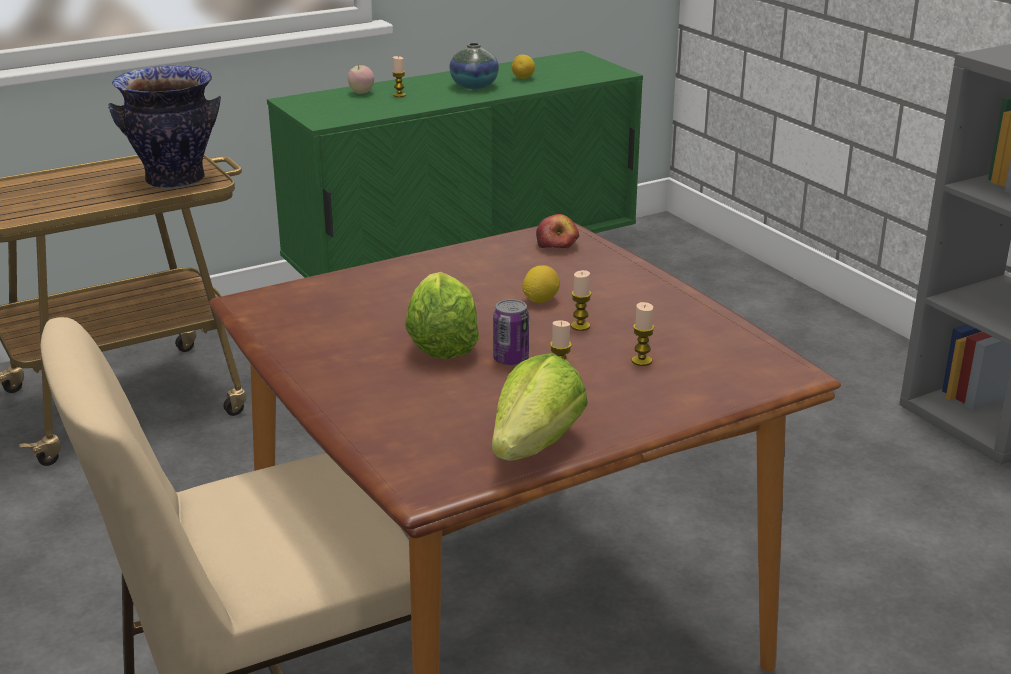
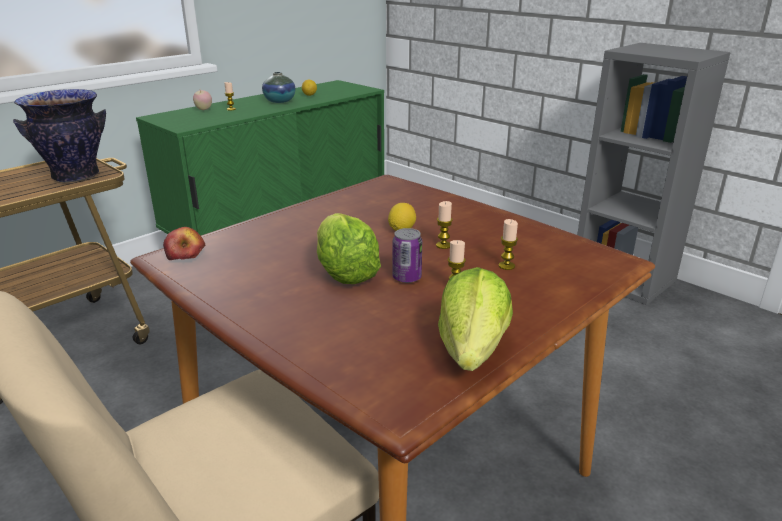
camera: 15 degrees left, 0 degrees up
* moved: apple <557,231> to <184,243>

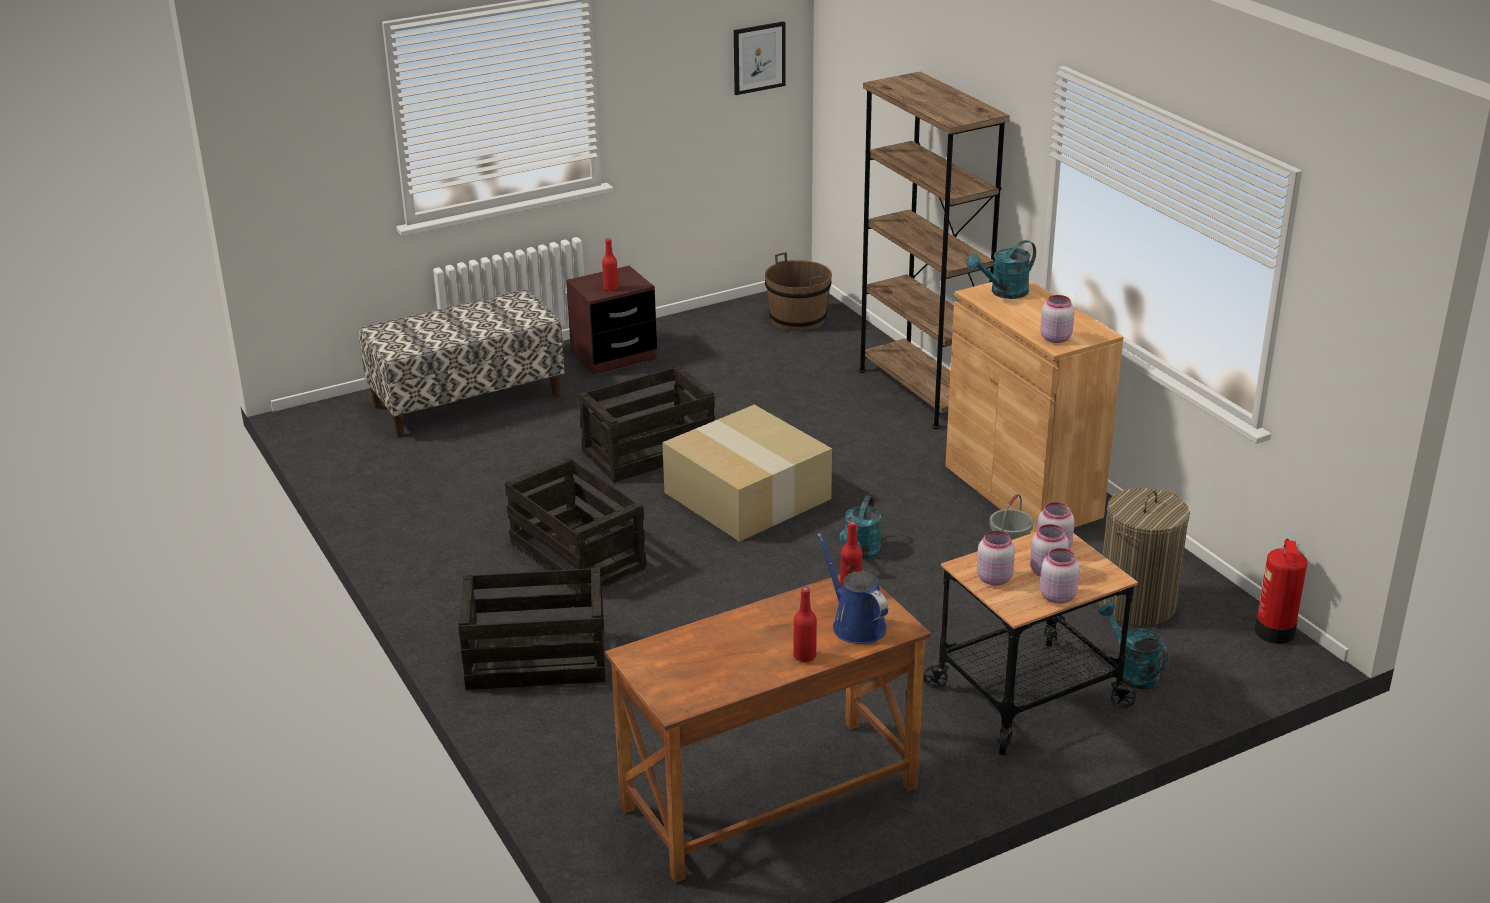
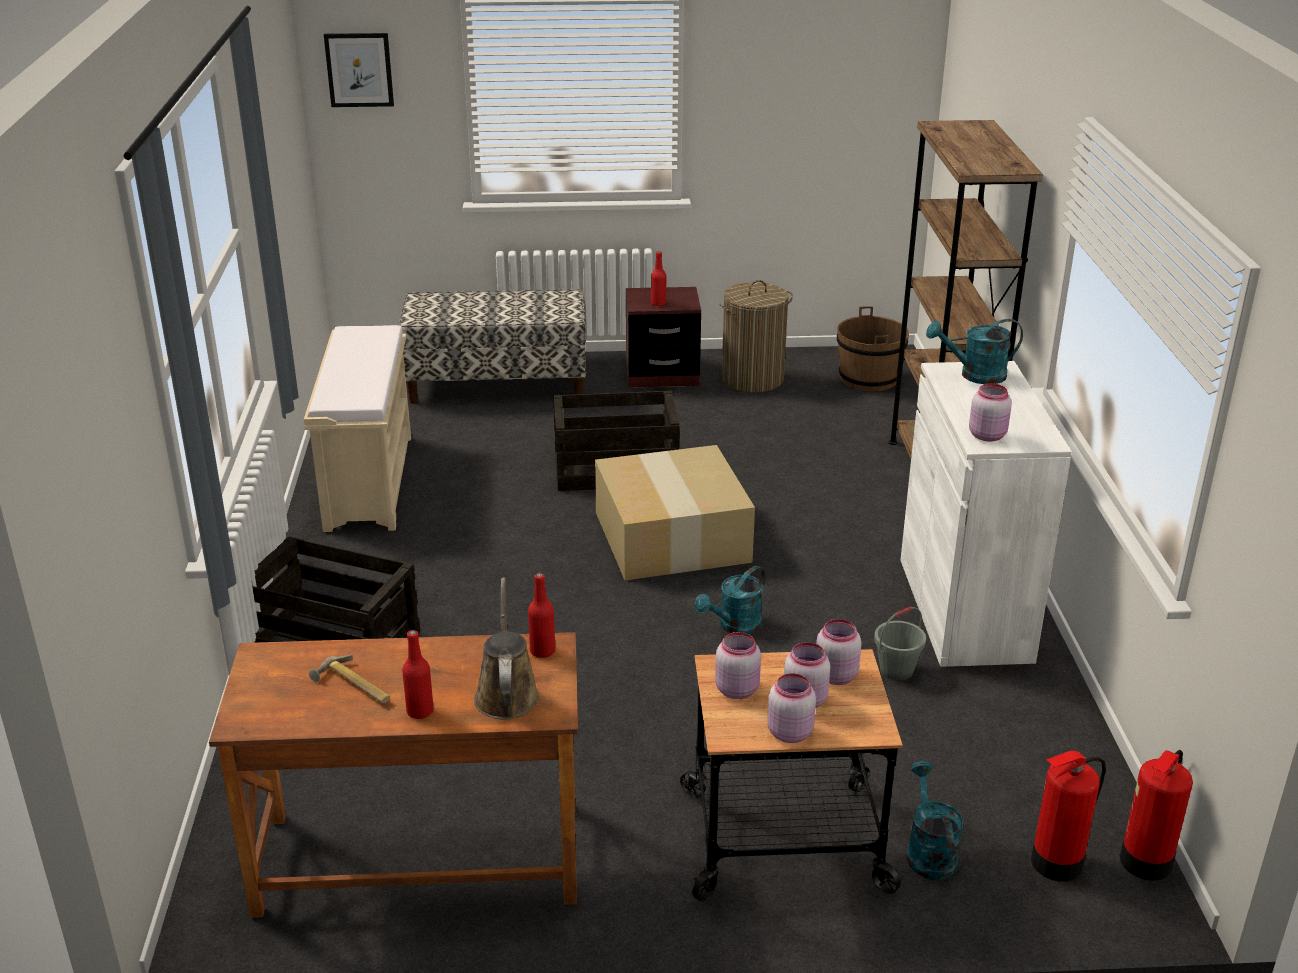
camera: 25 degrees right, 0 degrees up
* removed: crate <575,524>
* moved: picture <759,58> to <359,70>
* recoloured: watering can (blue) <852,588> to watering can (brown) <507,648>
* recoloured: cabinet (brown) <1034,406> to cabinet (white) <986,514>
* moved: laundry basket <1144,557> to <756,336>
* added: bench (beige) <357,428>
* added: hammer <349,679>
* added: fire extinguisher <1068,816>

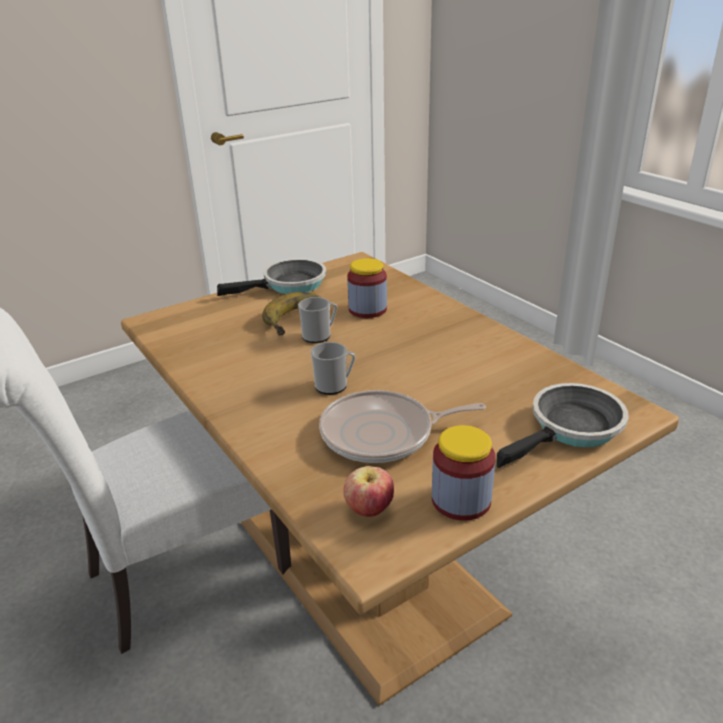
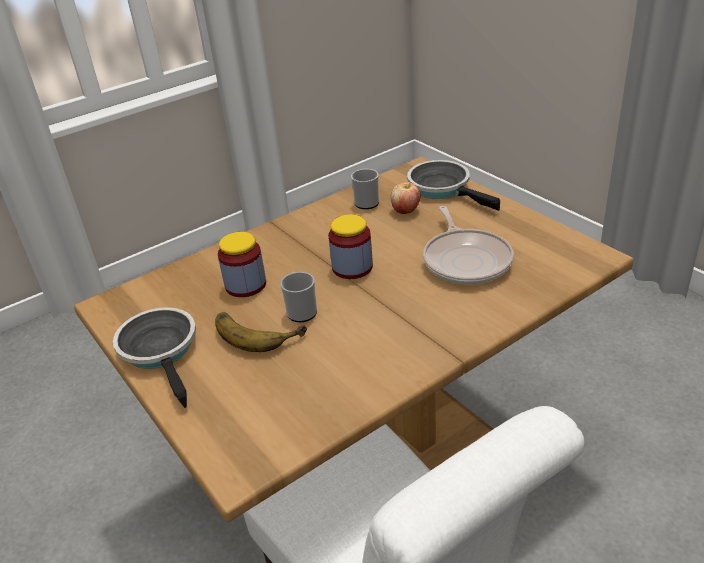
camera: 90 degrees left, 5 degrees up
* moved: mug <333,368> to <365,189>
* moved: apple <368,491> to <405,197>
* moved: jar <464,473> to <350,246>

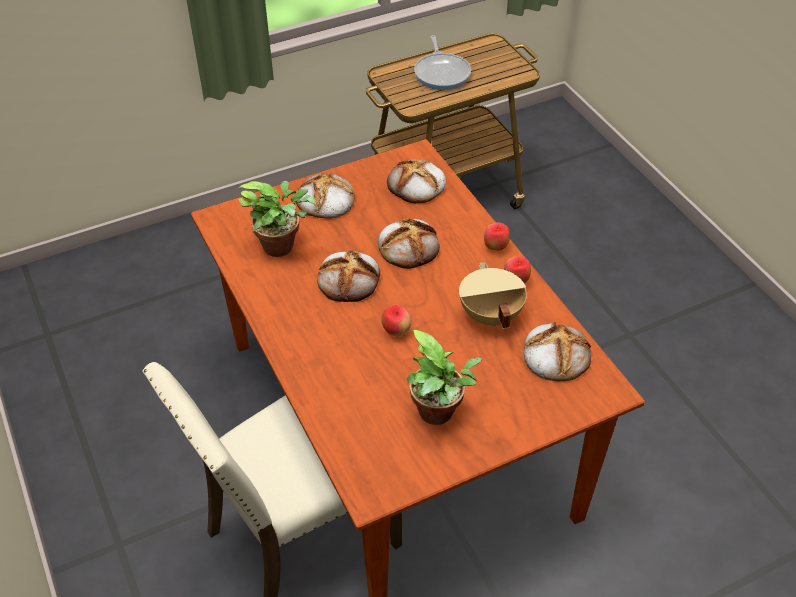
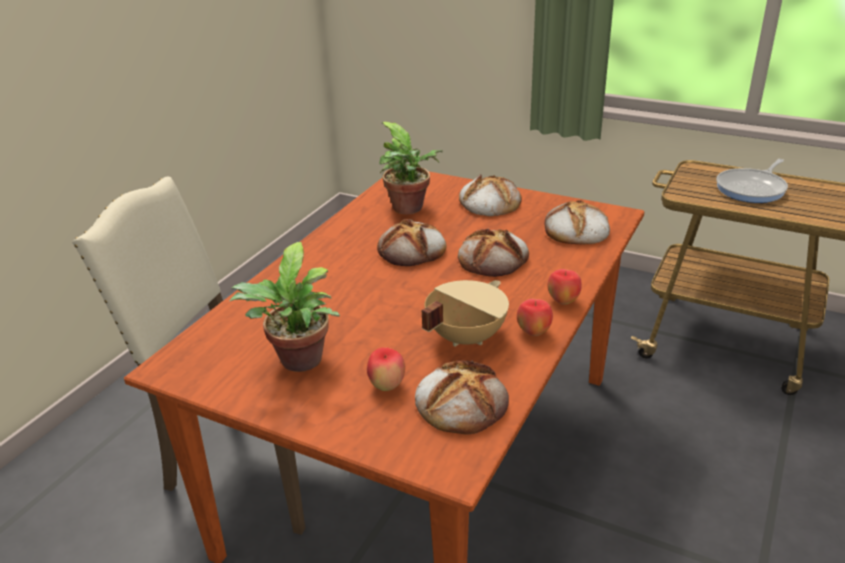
camera: 55 degrees right, 15 degrees down
* moved: apple <396,320> to <386,369>

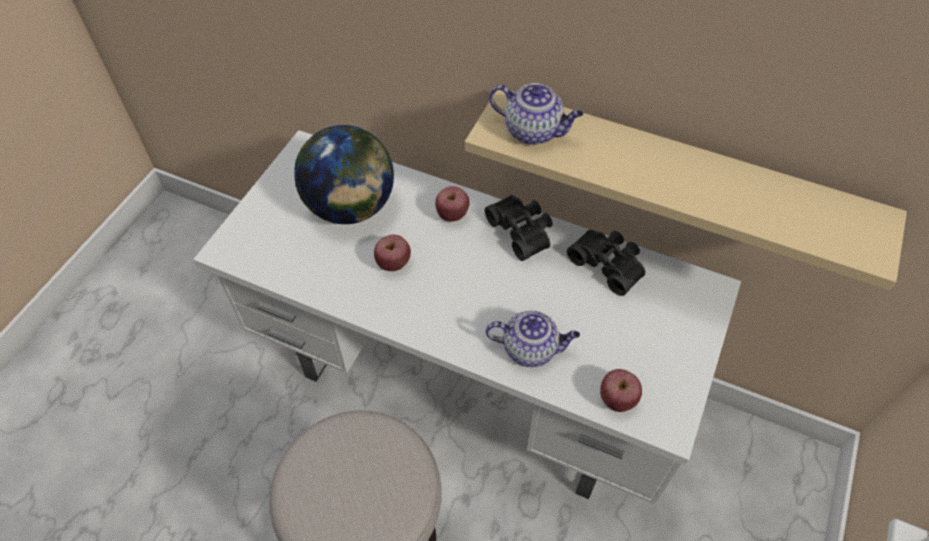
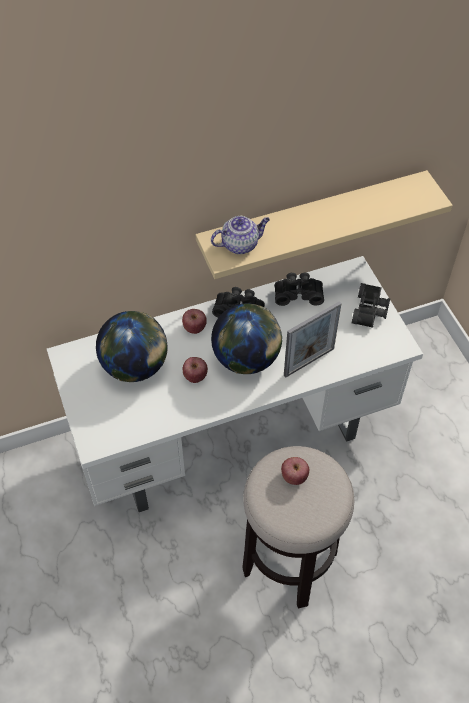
camera: 45 degrees left, 0 degrees up
* replaced: teapot <532,339> to picture frame <313,339>
* moved: apple <621,390> to <295,471>
* added: globe <246,338>
* added: binoculars (black) <371,305>

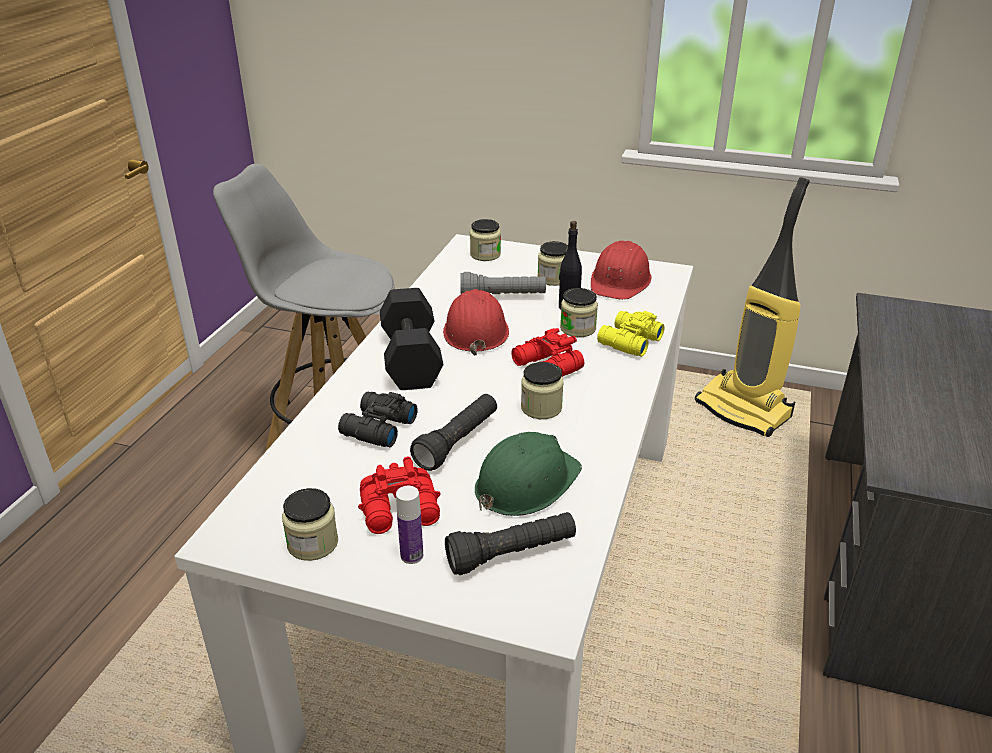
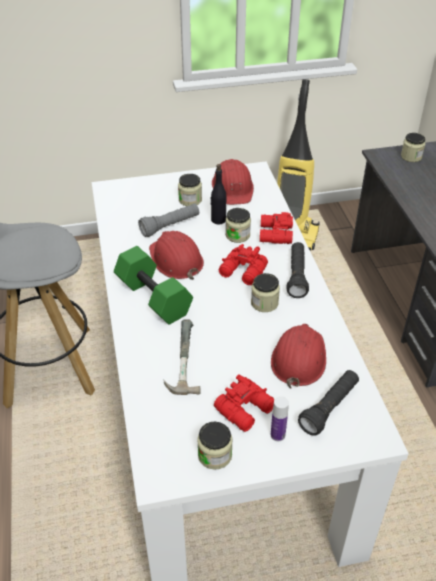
camera: 30 degrees left, 10 degrees up
* replaced: binoculars (black) <378,419> to hammer <182,357>
* recoloured: dumbbell (black) <411,339> to dumbbell (green) <153,285>
* moved: flashlight (black) <453,432> to <298,270>
* moved: jar <485,240> to <413,147>
* recoloured: hard hat (green) <528,474> to hard hat (red) <298,356>
* recoloured: binoculars (yellow) <631,334> to binoculars (red) <276,228>

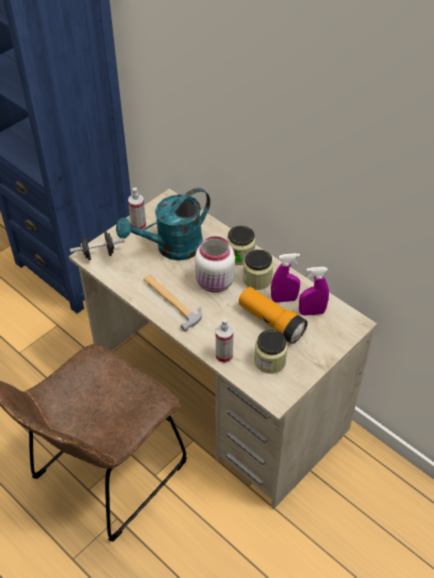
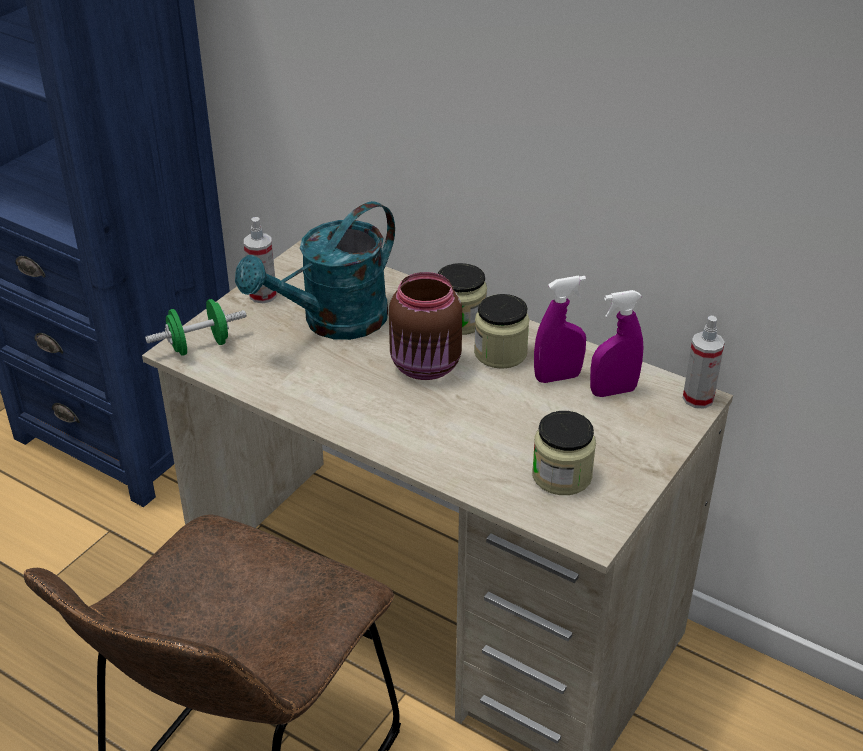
camera: 10 degrees left, 10 degrees down
* recoloured: dumbbell (black) <97,245> to dumbbell (green) <196,327>
* removed: hammer <173,303>
* recoloured: jar (white) <215,264> to jar (brown) <425,326>
* moved: spray bottle <224,340> to <704,362>
* removed: flashlight <273,315>

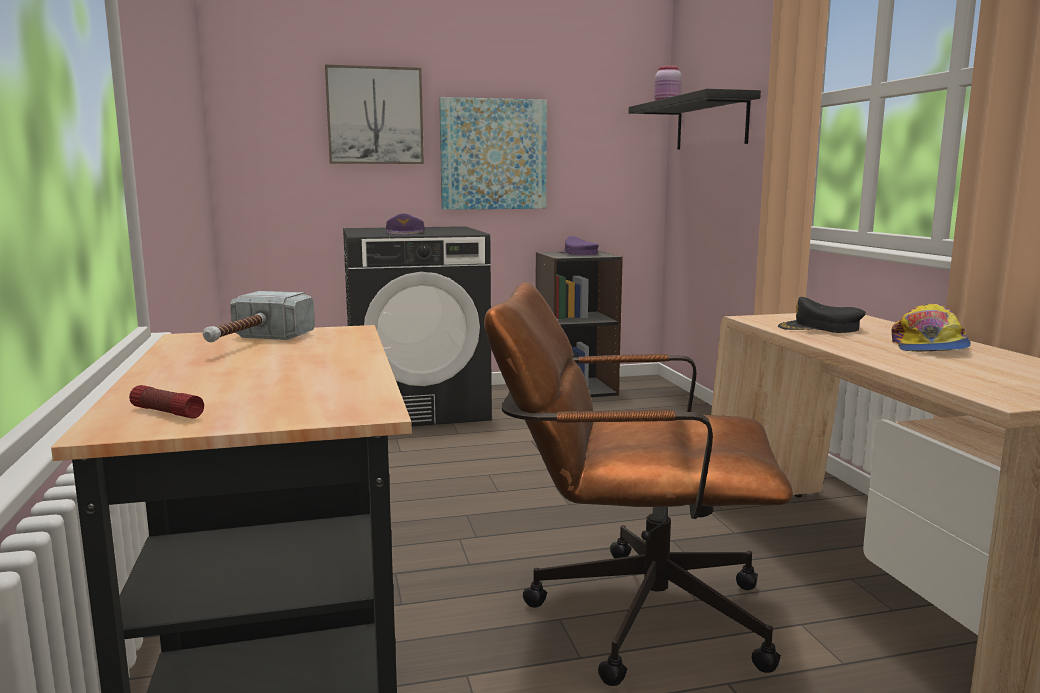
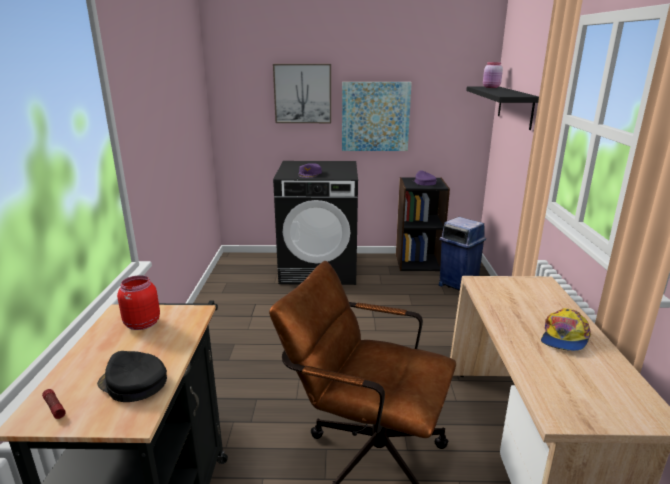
camera: 15 degrees right, 10 degrees up
* replaced: hammer <259,316> to jar (red) <138,302>
* moved: cap (black) <822,315> to <132,376>
* added: trash can (blue) <462,254>

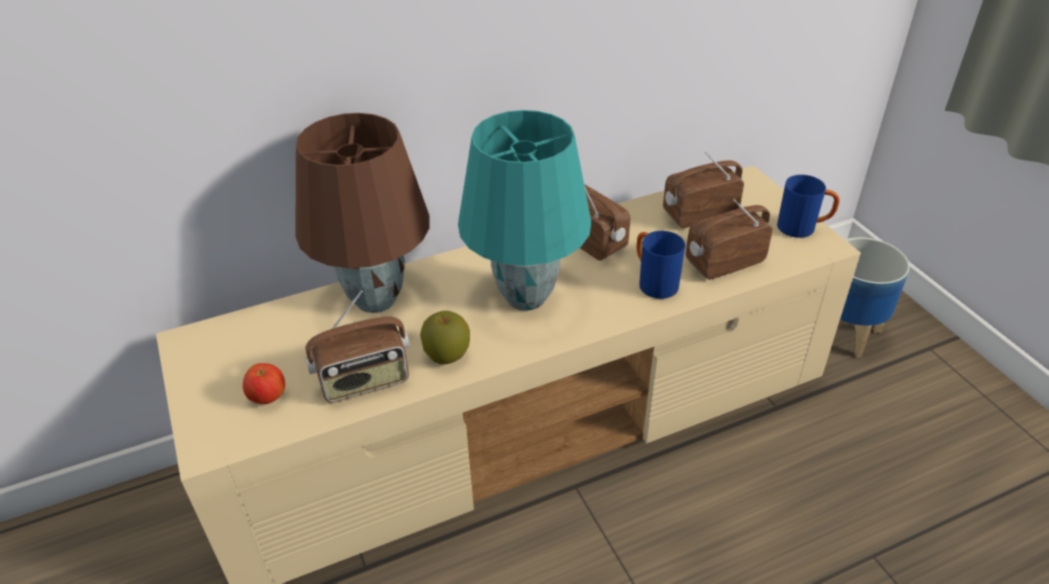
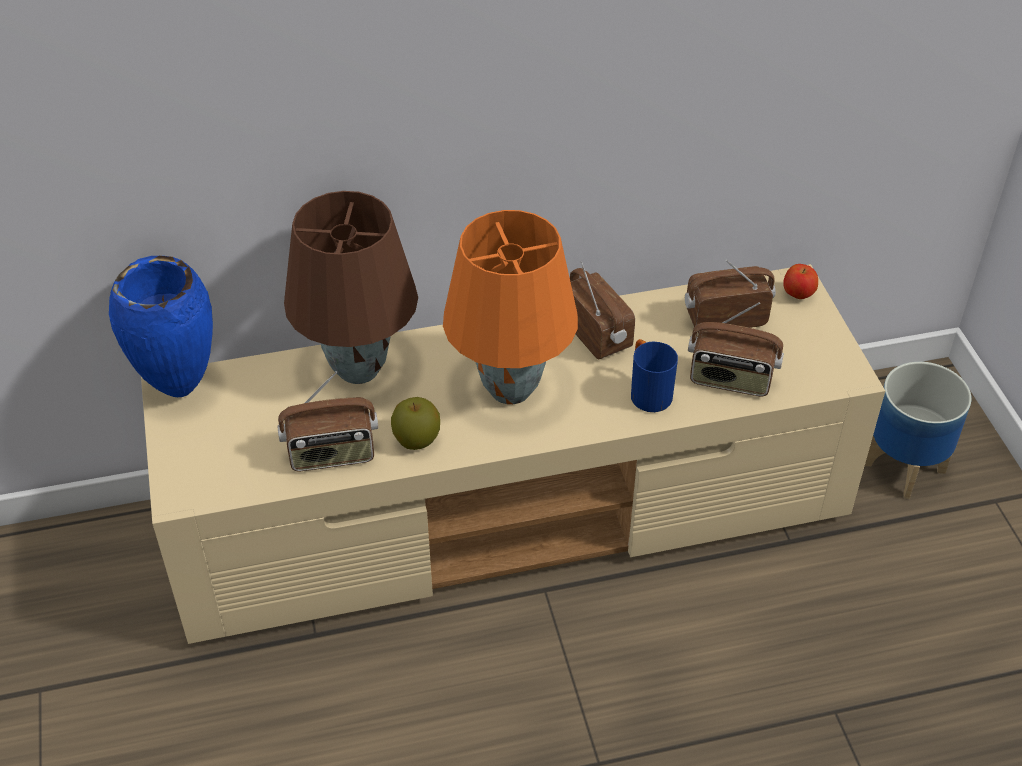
camera: 10 degrees right, 5 degrees up
* moved: apple <264,383> to <800,281>
* recoloured: table lamp (turquoise) <525,210> to table lamp (orange) <510,307>
* turned: radio <729,239> = <736,349> 150 degrees counterclockwise
* removed: mug (blue) <808,206>
* added: vase (blue) <161,326>

